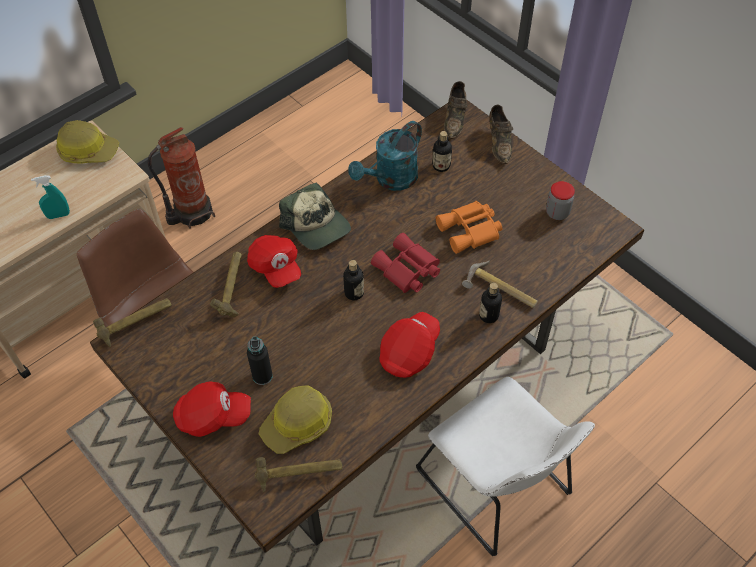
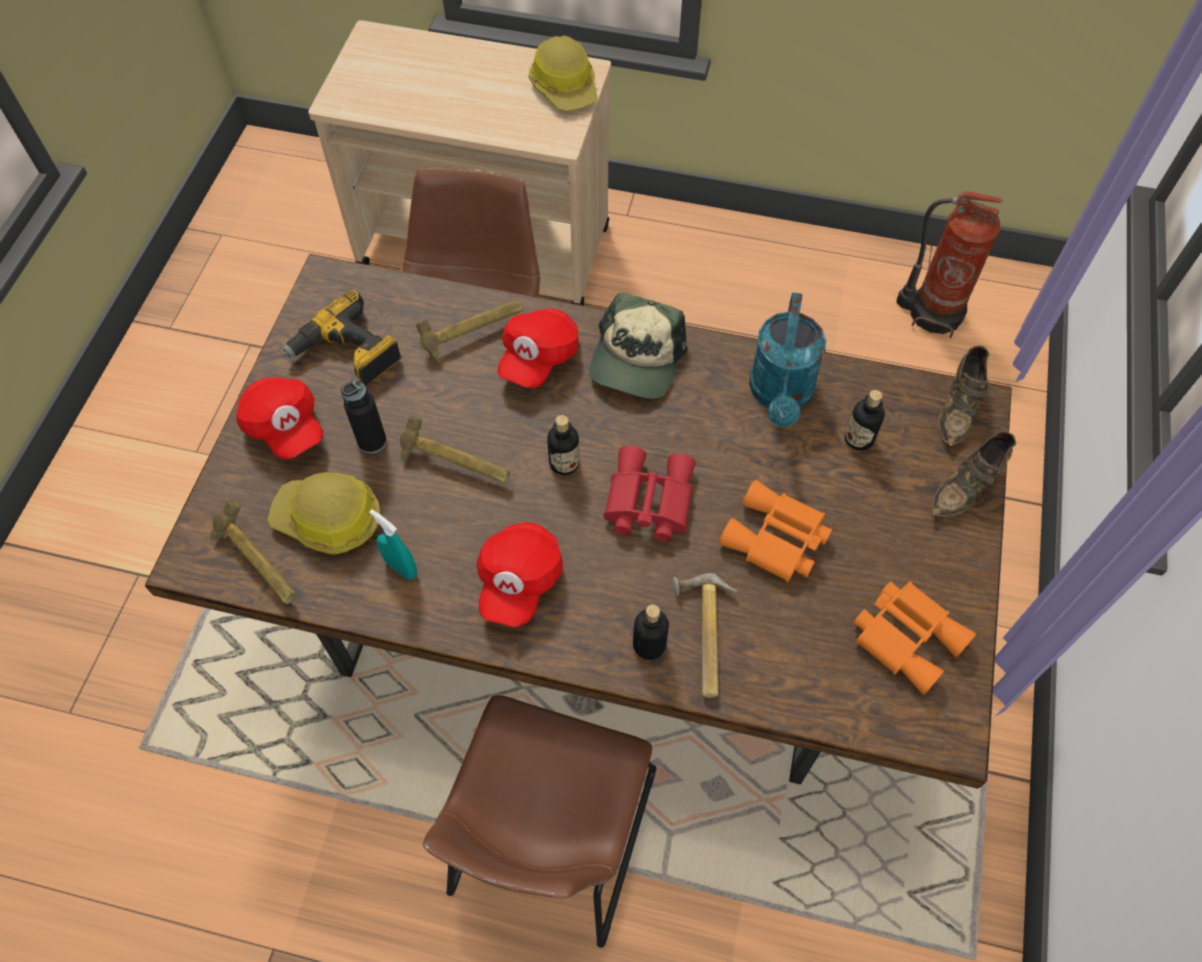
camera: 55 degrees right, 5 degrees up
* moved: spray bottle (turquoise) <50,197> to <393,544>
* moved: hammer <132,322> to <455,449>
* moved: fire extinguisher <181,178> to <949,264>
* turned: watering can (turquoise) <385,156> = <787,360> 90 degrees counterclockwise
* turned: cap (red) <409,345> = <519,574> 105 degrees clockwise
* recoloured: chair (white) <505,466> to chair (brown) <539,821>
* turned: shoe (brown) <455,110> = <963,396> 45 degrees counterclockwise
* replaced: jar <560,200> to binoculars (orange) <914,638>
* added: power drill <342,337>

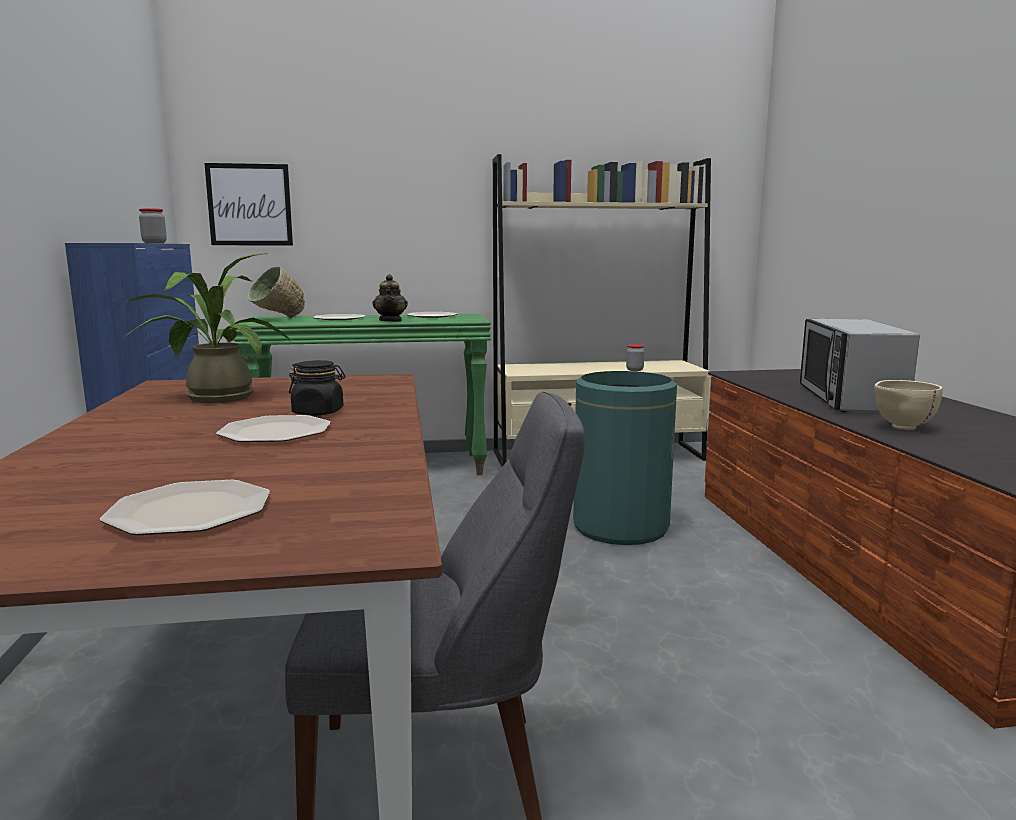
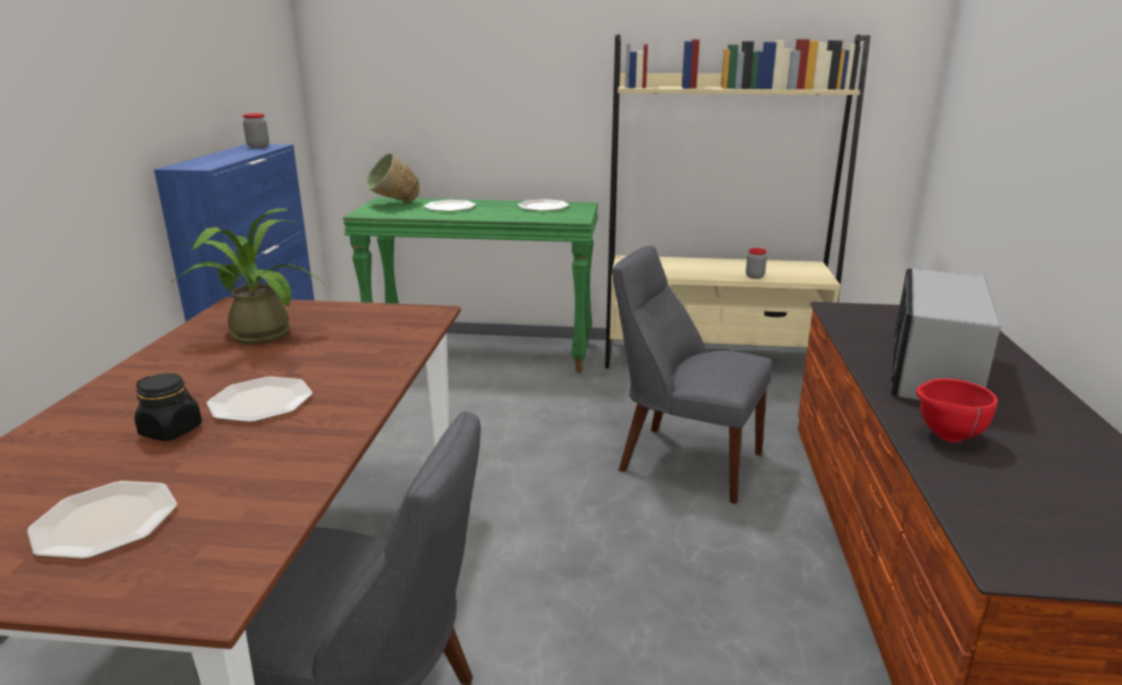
camera: 15 degrees right, 10 degrees up
* removed: picture <248,204>
* moved: jar (black) <317,388> to <168,407>
* removed: teapot <390,298>
* replaced: trash can (green) <625,458> to chair (grey) <692,375>
* recoloured: bowl (beige) <908,405> to bowl (red) <956,410>

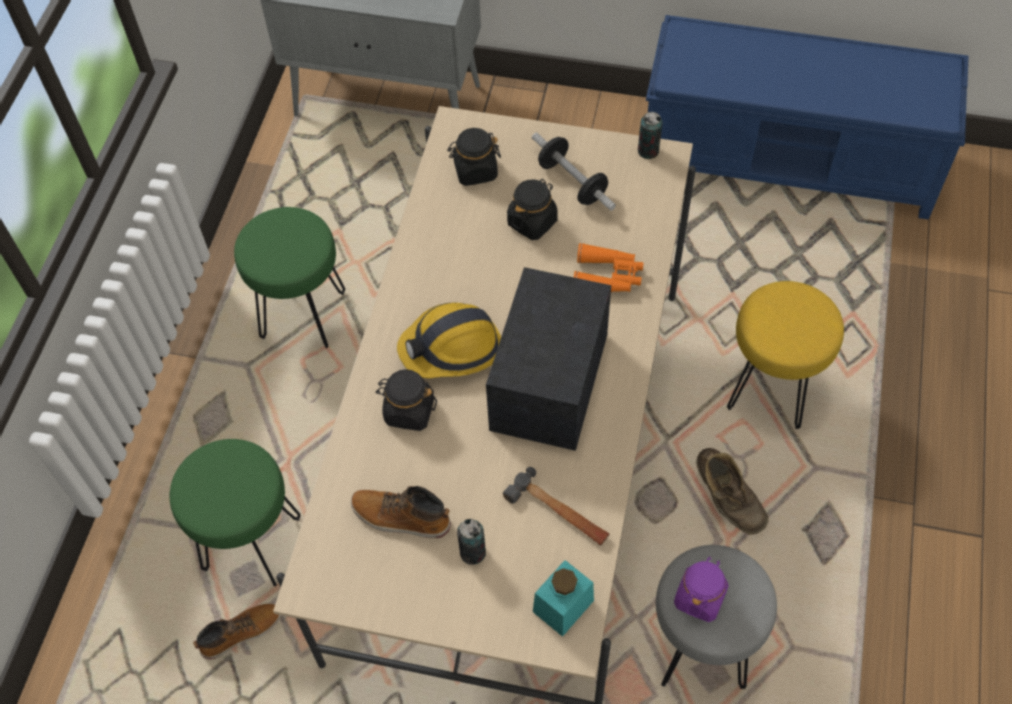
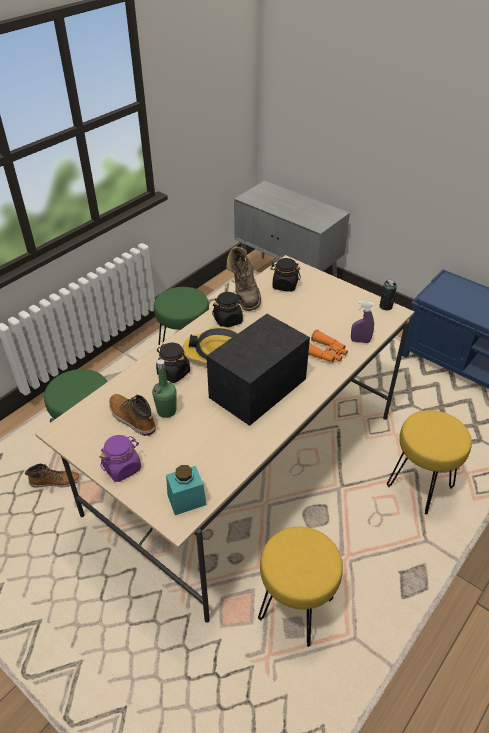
camera: 25 degrees right, 15 degrees down
* removed: can <471,542>
* removed: hammer <556,506>
* moved: jar (black) <532,209> to <228,309>
* removed: dumbbell <574,171>
* recoloured: stool (grey) <716,617> to stool (yellow) <300,587>
* moved: jar (purple) <701,589> to <120,458>
* moved: boot (brown) <732,491> to <243,278>
* added: bottle (green) <164,388>
* added: spray bottle (purple) <362,322>

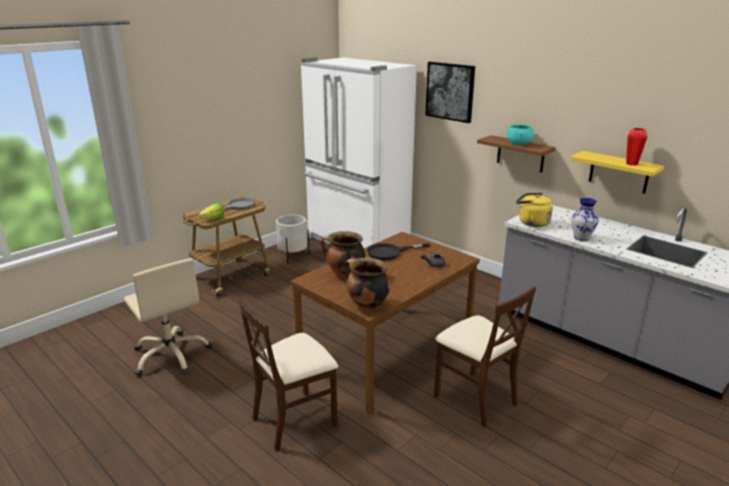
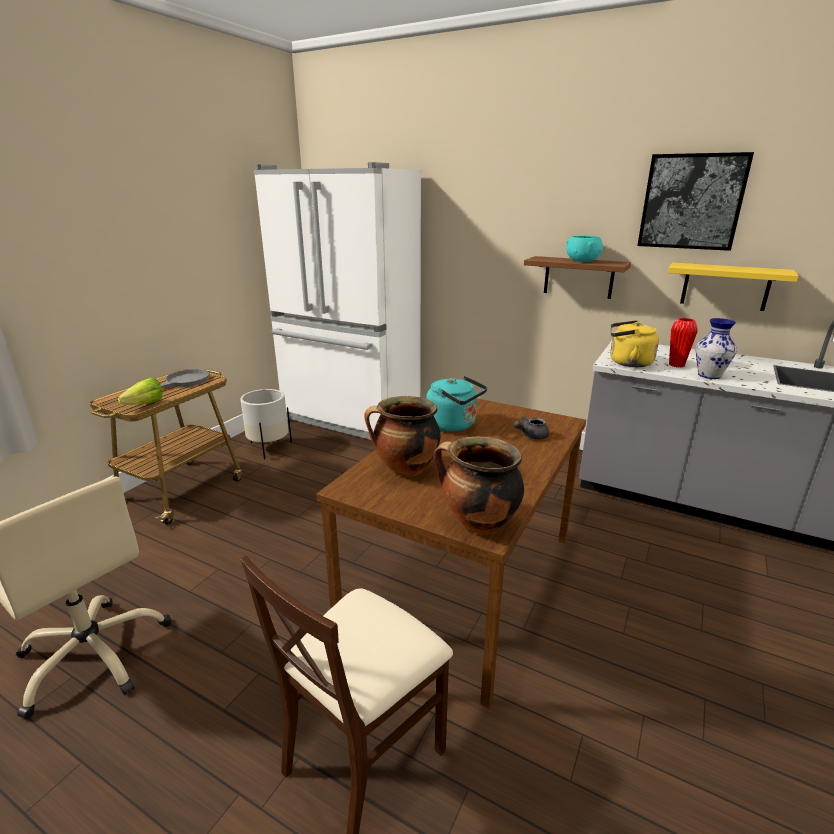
camera: 15 degrees left, 0 degrees up
* replaced: frying pan (black) <398,251> to kettle (turquoise) <456,404>
* moved: picture <450,92> to <695,201>
* removed: chair (beige) <485,357>
* moved: vase (red) <636,146> to <683,342>

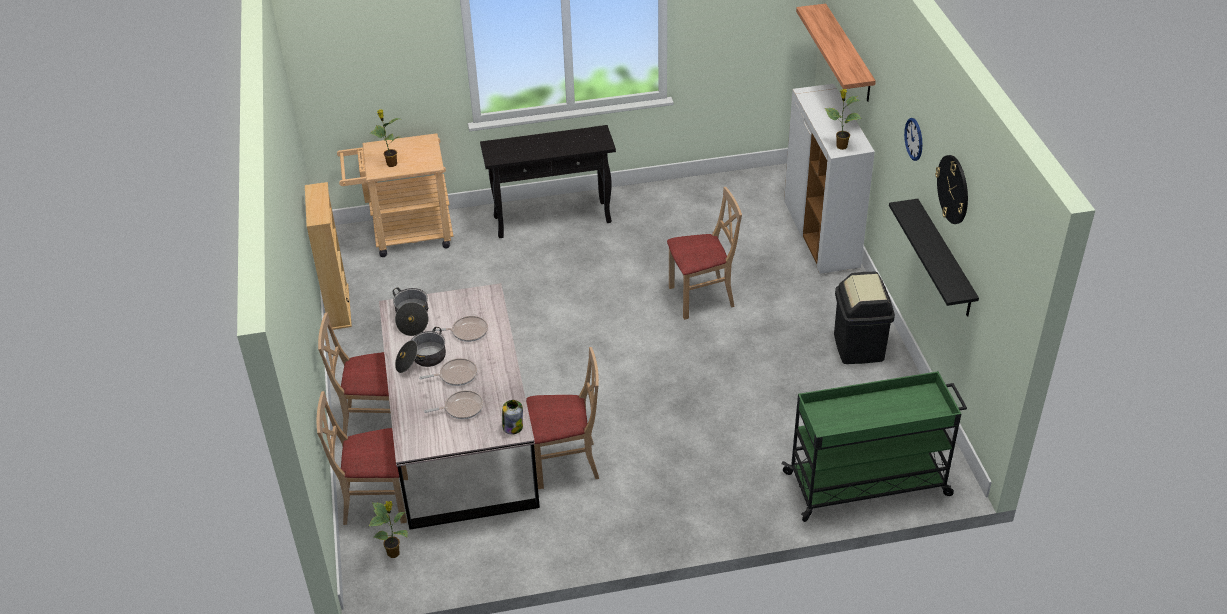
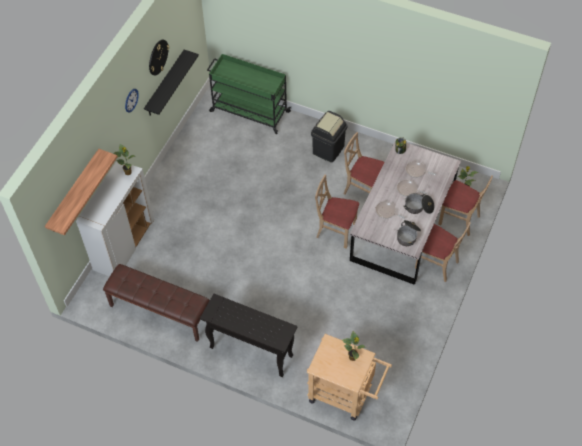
camera: 145 degrees left, 15 degrees up
* removed: bookcase (beige) <328,256>
* moved: chair (beige) <704,253> to <337,212>
* moved: trash can (black) <864,318> to <329,137>
* added: bench (brown) <156,303>

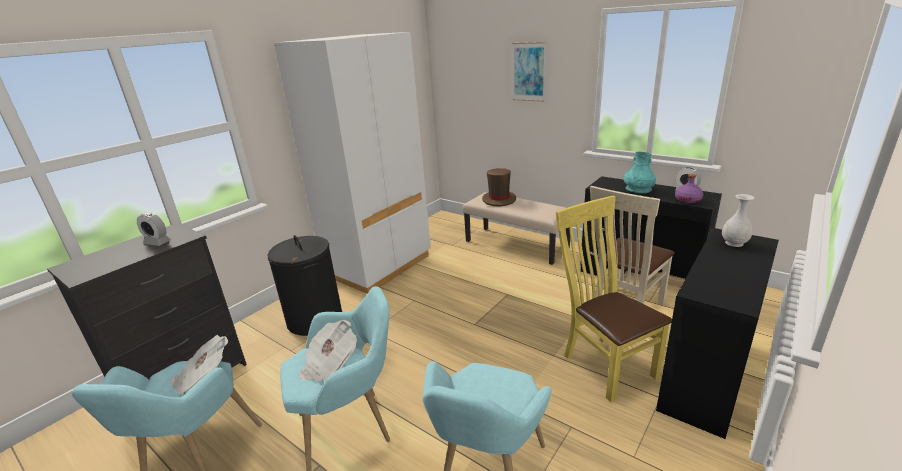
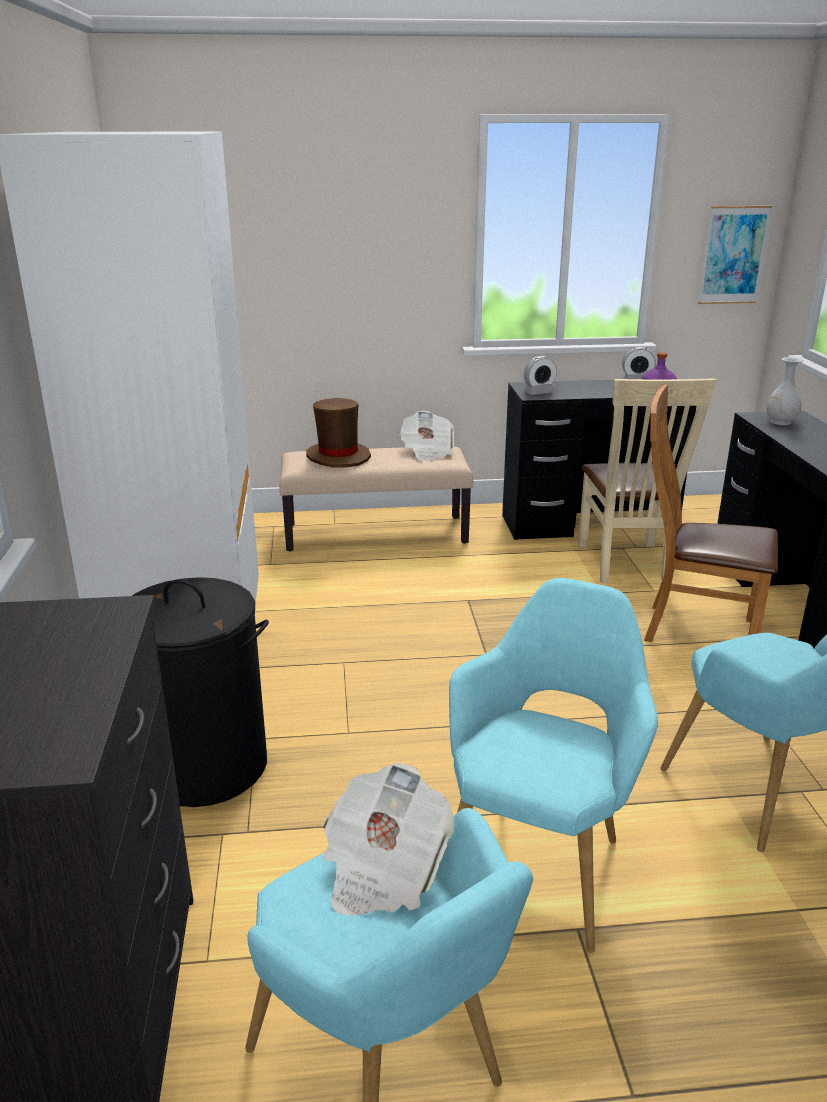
camera: 45 degrees left, 0 degrees up
* moved: alarm clock <154,229> to <540,375>
* moved: newspaper <328,351> to <426,436>
* moved: picture <529,72> to <735,255>
* recoloured: chair (yellow) <614,299> to chair (brown) <711,513>
* removed: vase (turquoise) <640,172>

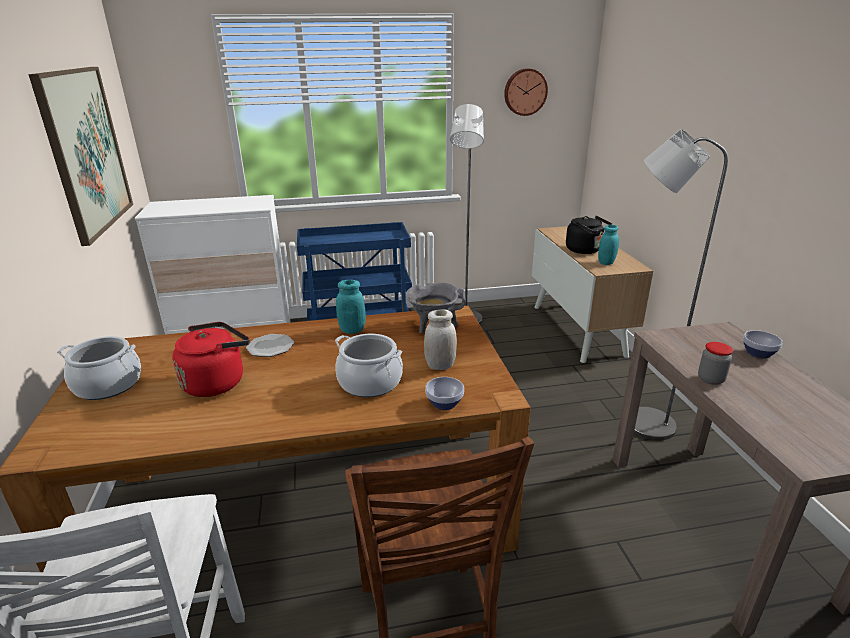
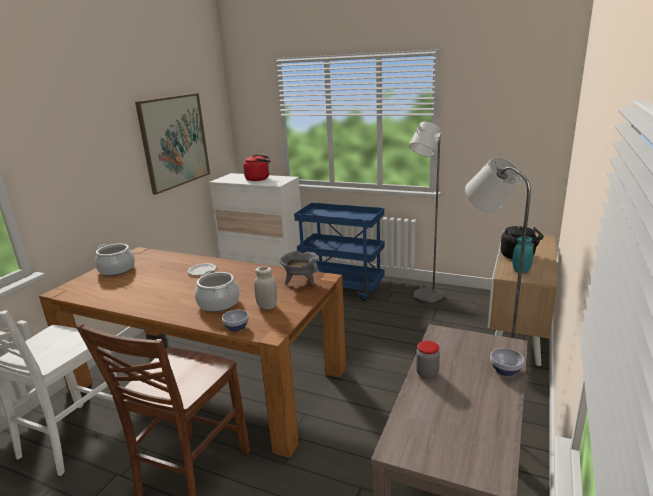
camera: 35 degrees right, 5 degrees down
* moved: kettle (red) <211,359> to <257,167>
* removed: jar (turquoise) <351,307>
* removed: wall clock <526,92>

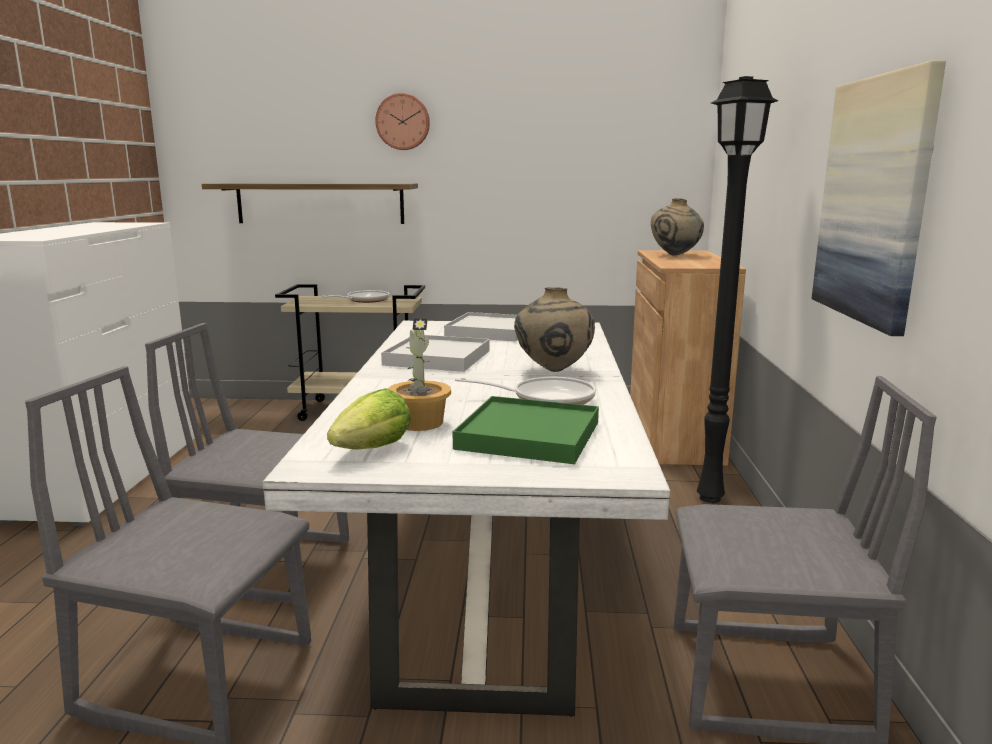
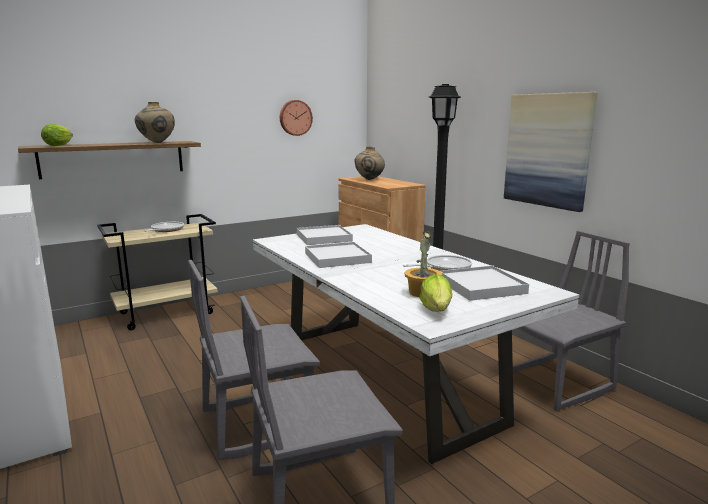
camera: 35 degrees left, 0 degrees up
* moved: wall clock <402,121> to <296,118>
* recoloured: tray (green) <526,430> to tray (white) <484,283>
* moved: vase (beige) <554,329> to <155,122>
* added: lettuce <57,135>

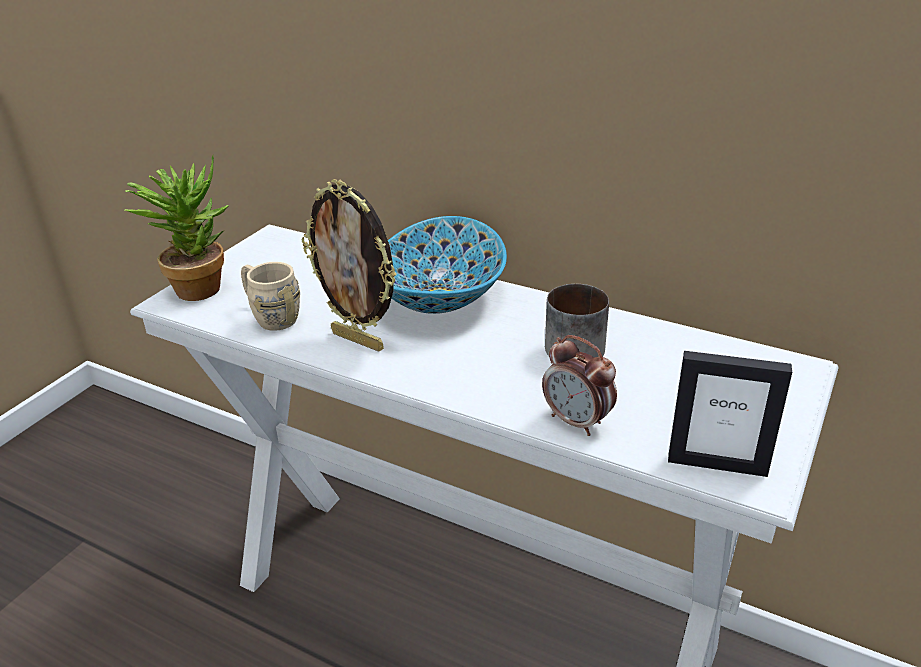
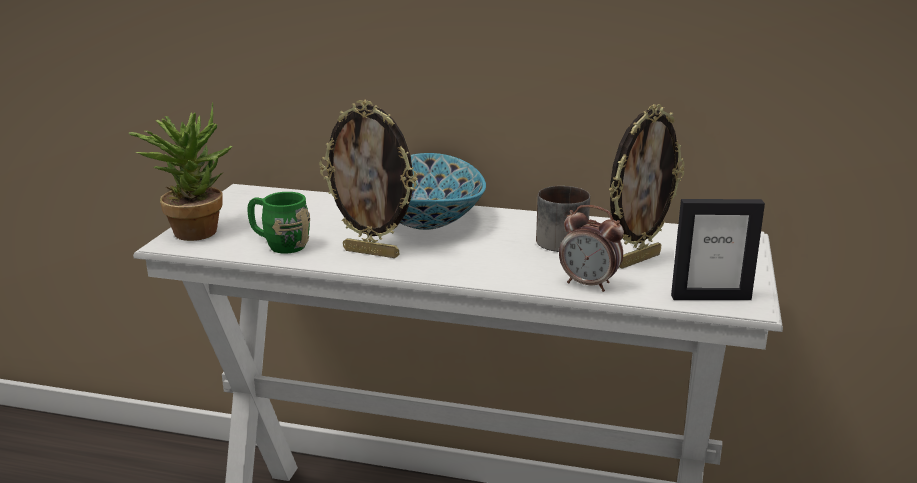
camera: 15 degrees left, 10 degrees down
* recoloured: mug (beige) <270,296> to mug (green) <278,223>
* added: picture frame <647,186>

